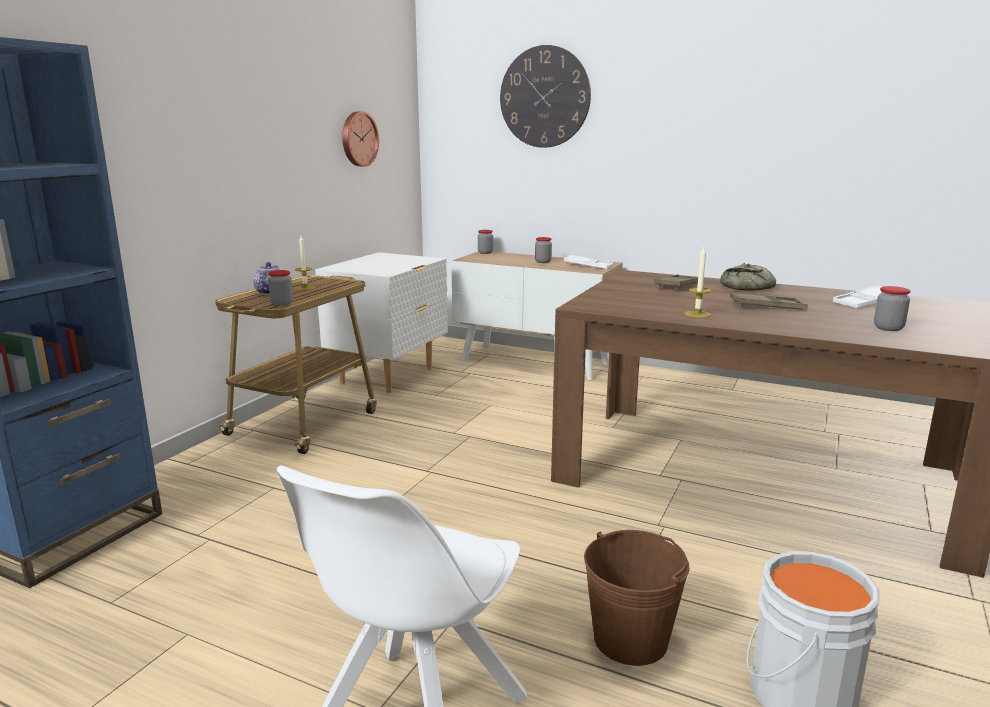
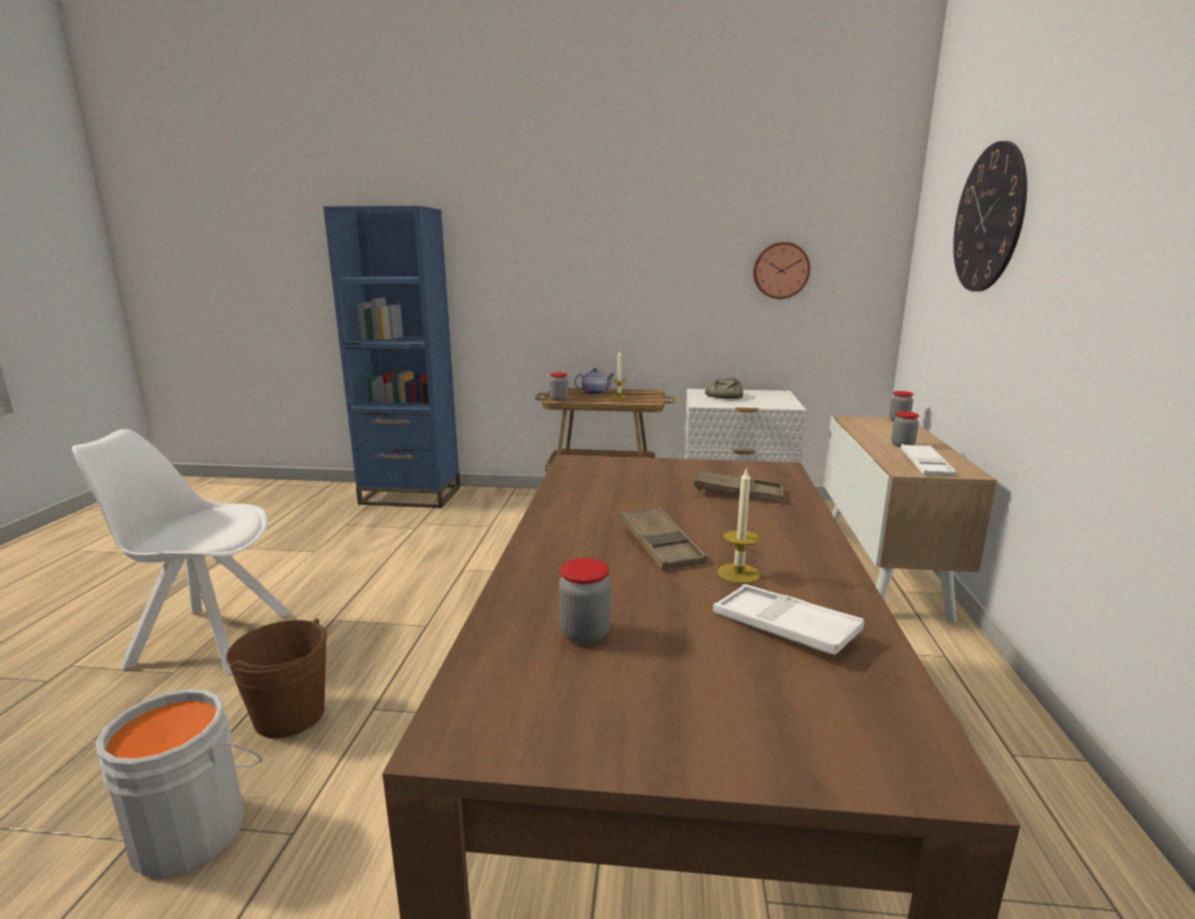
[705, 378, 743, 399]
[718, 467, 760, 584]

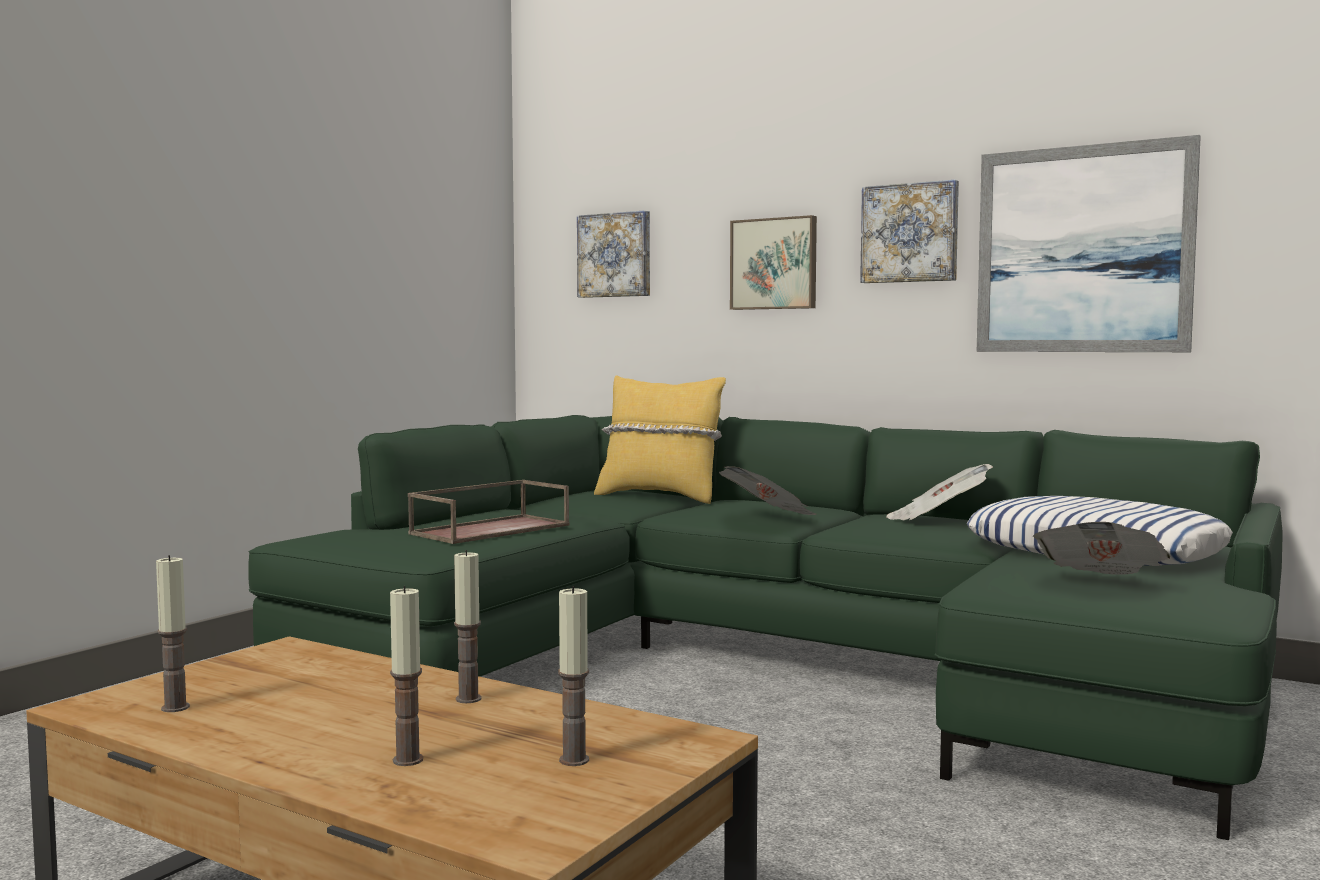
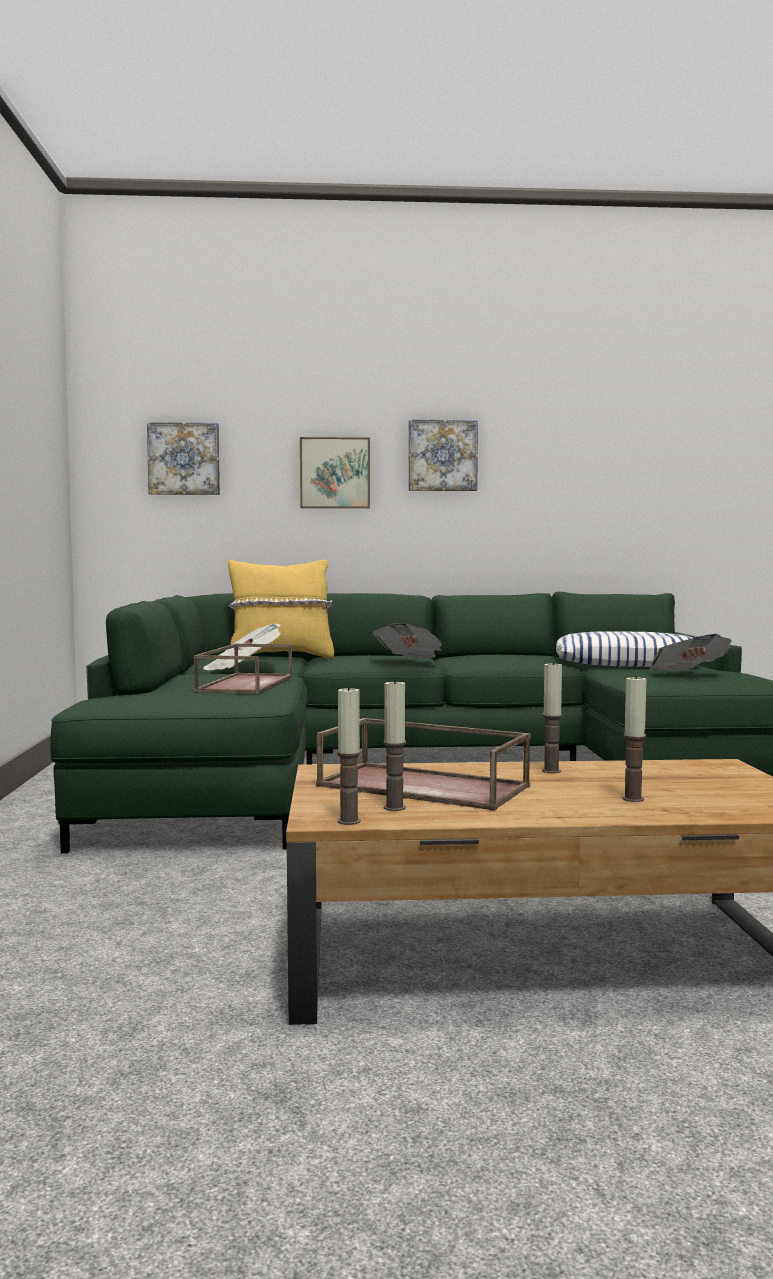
[203, 624, 281, 670]
[316, 718, 531, 810]
[337, 686, 361, 825]
[977, 135, 1201, 352] (first image)

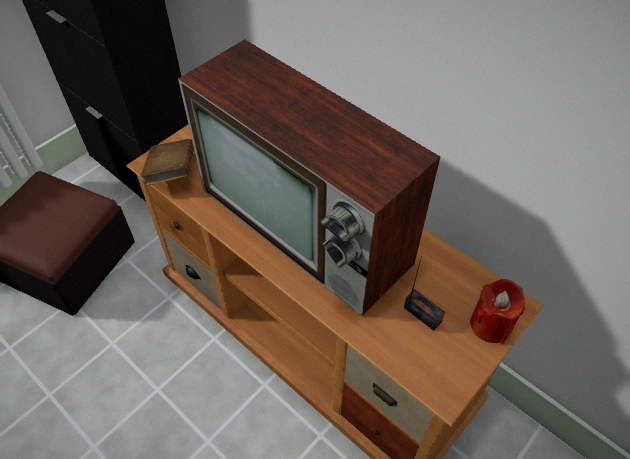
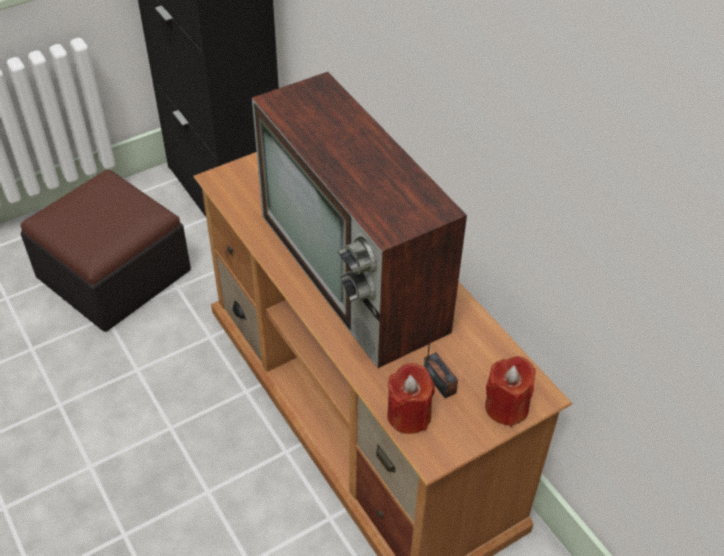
[387, 363, 435, 434]
[140, 139, 194, 185] (first image)

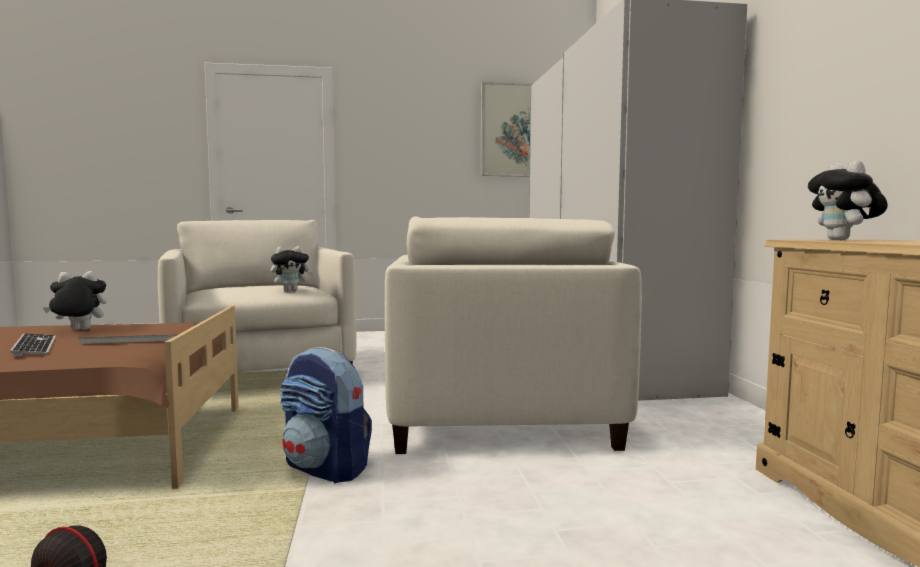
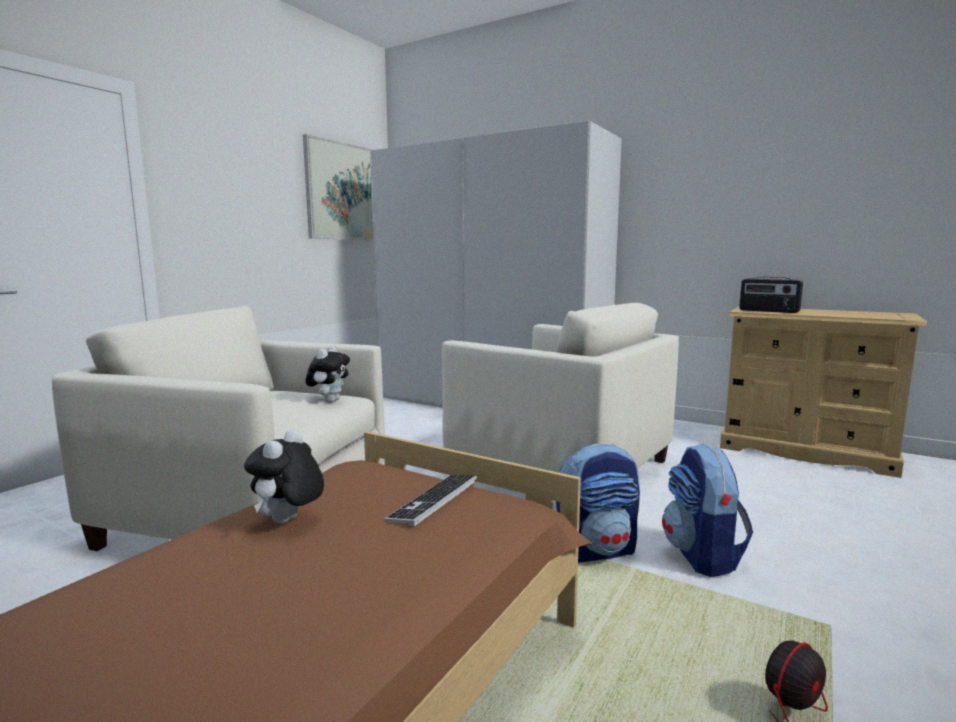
[662, 444, 753, 577]
[739, 277, 803, 313]
[10, 334, 56, 357] (first image)

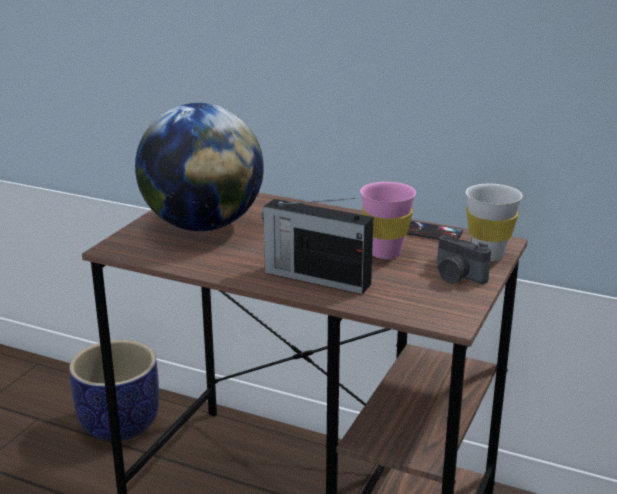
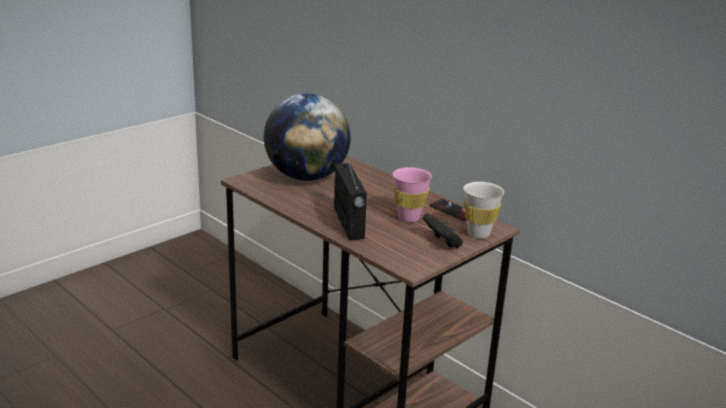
[334, 156, 367, 241]
[423, 213, 463, 248]
[69, 340, 159, 441] (first image)

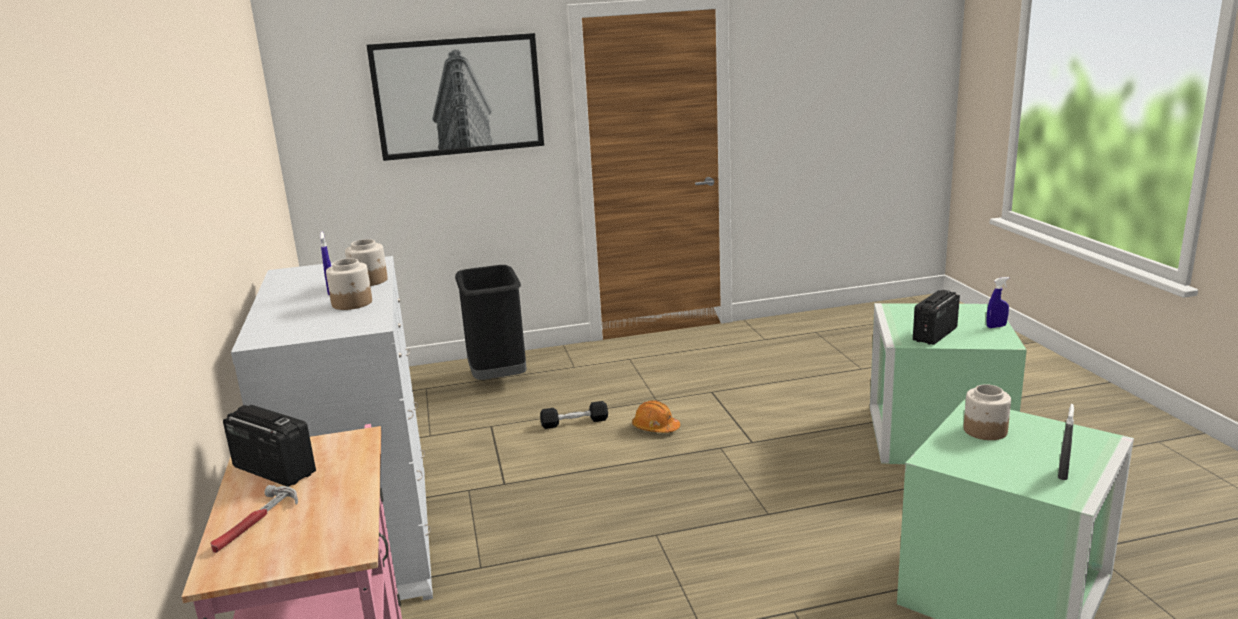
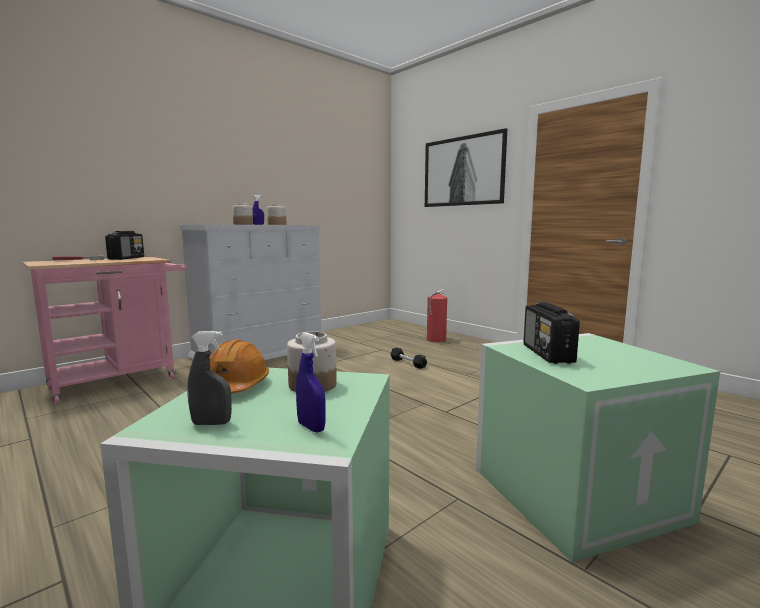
[210, 339, 269, 394]
[296, 332, 326, 433]
[427, 289, 447, 342]
[523, 302, 580, 364]

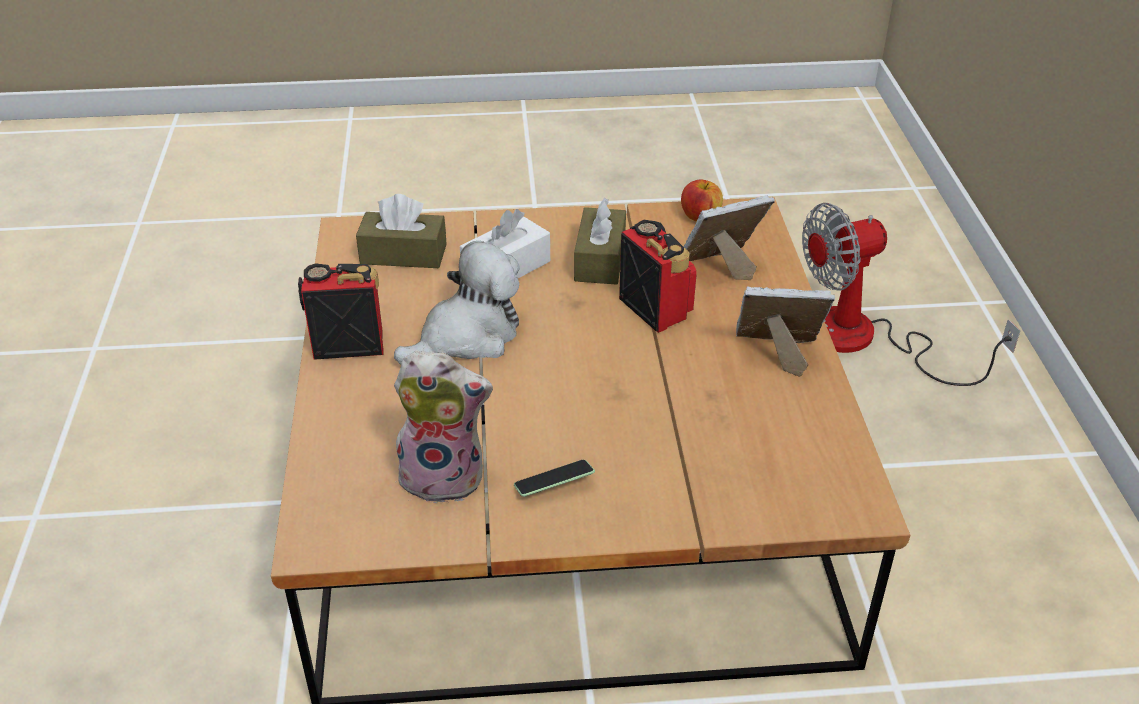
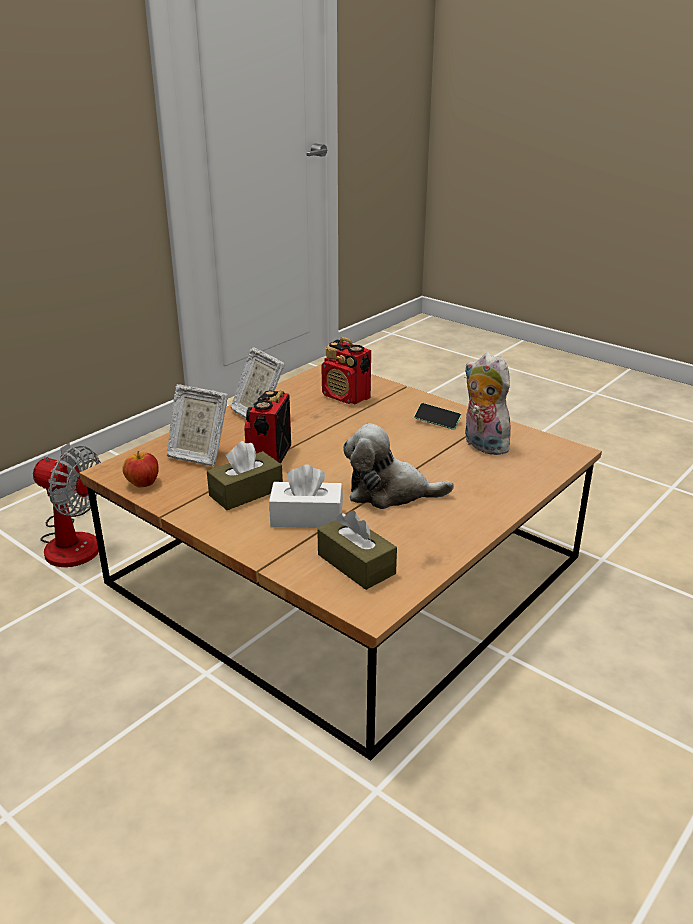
[321, 337, 371, 404]

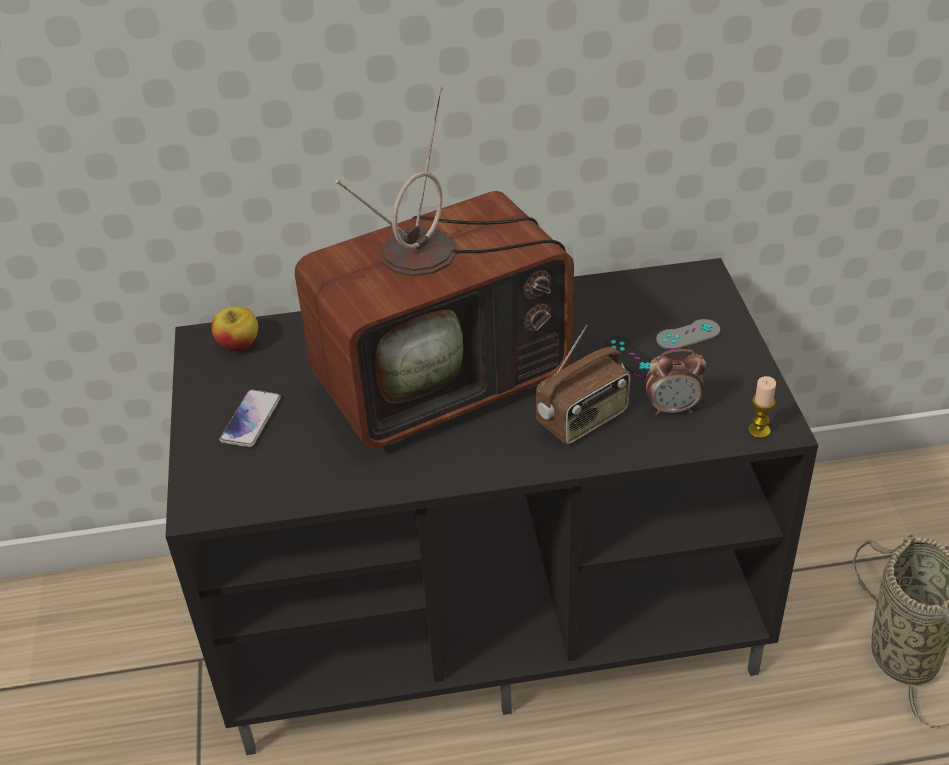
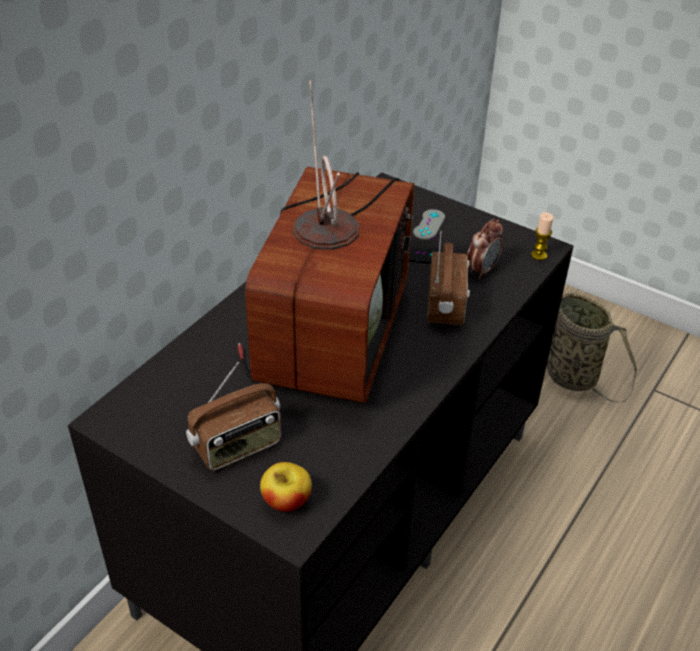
[186, 362, 281, 471]
[260, 462, 312, 512]

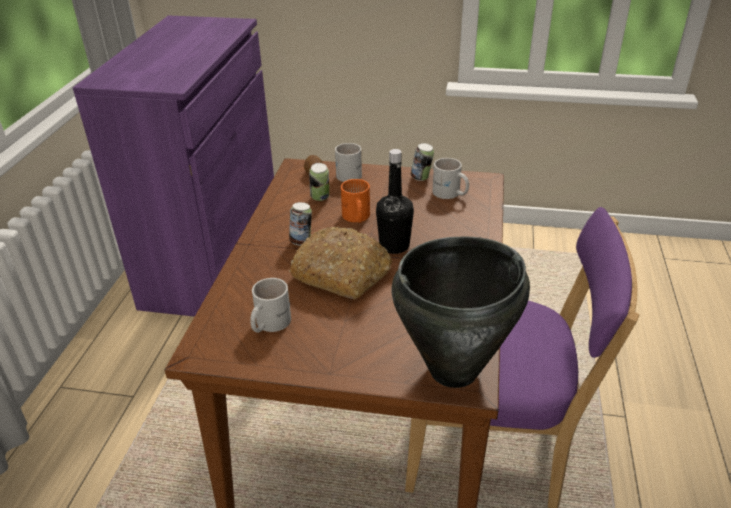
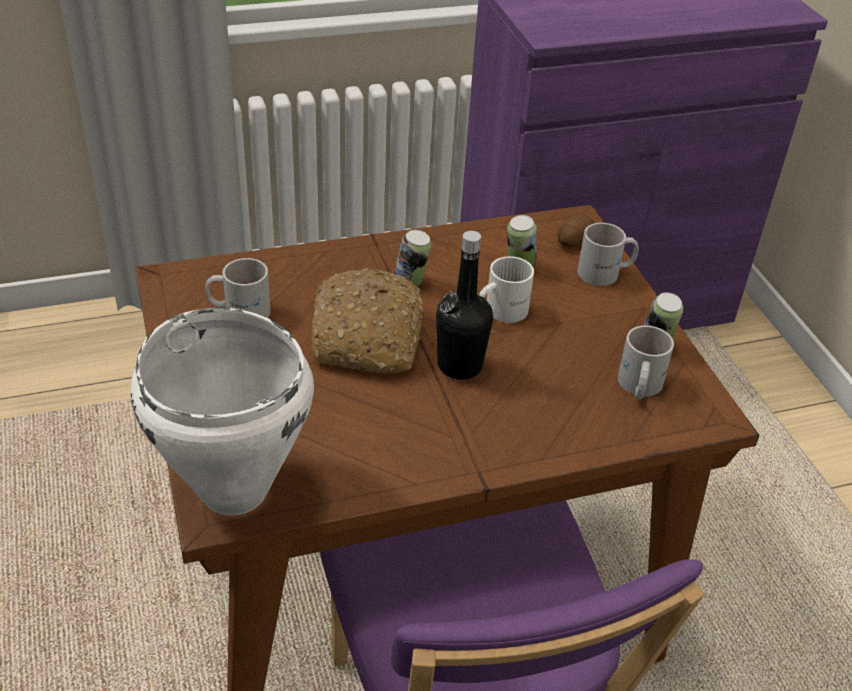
[131, 307, 314, 516]
[479, 256, 534, 323]

